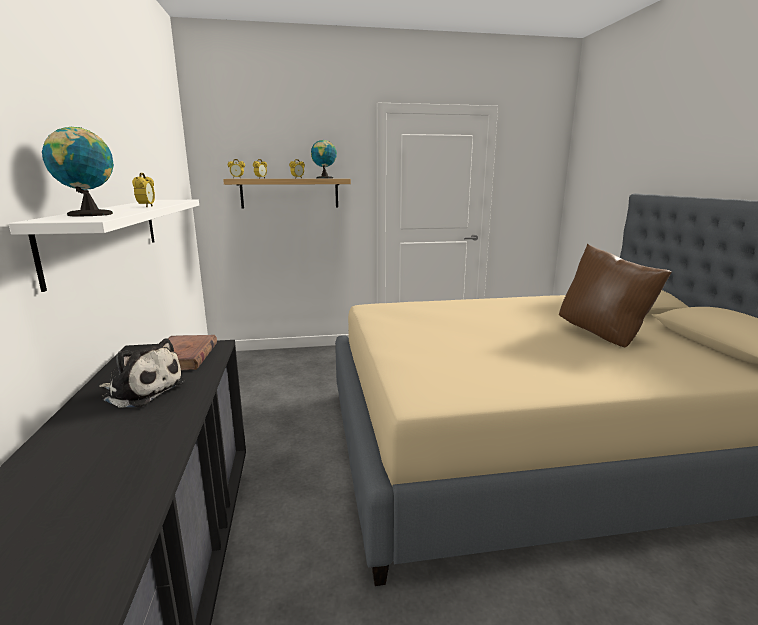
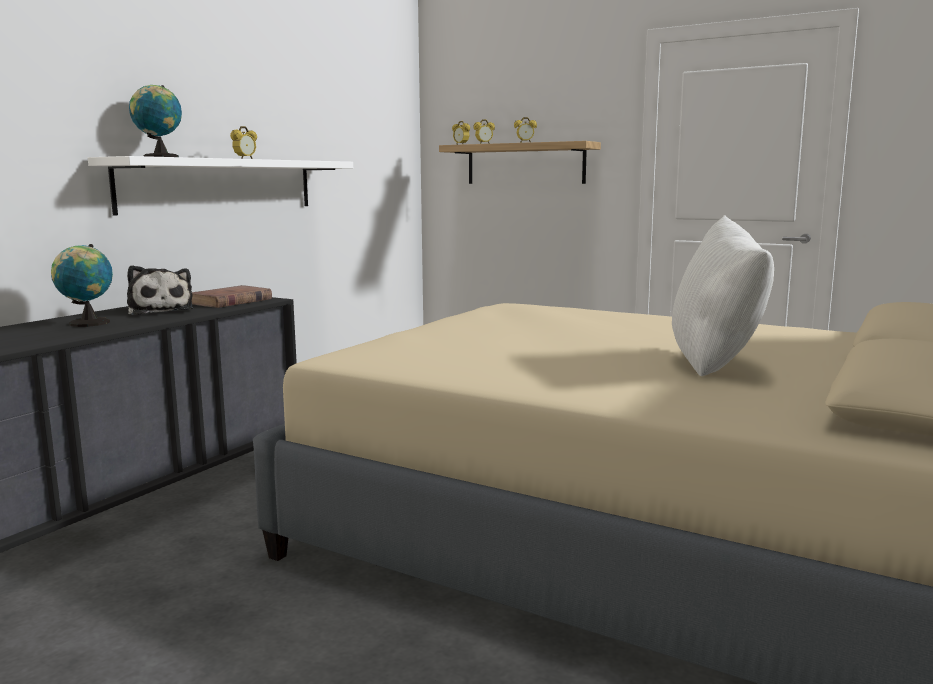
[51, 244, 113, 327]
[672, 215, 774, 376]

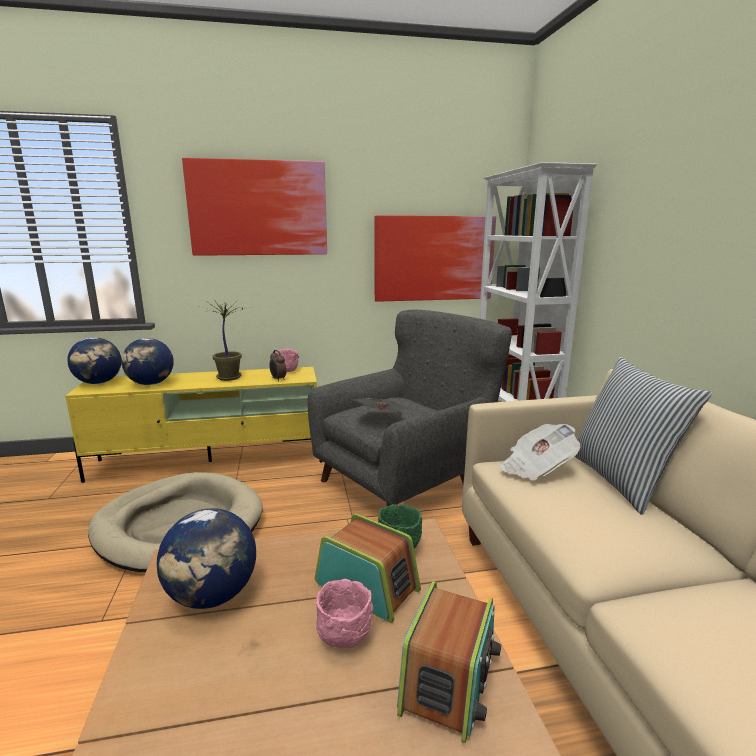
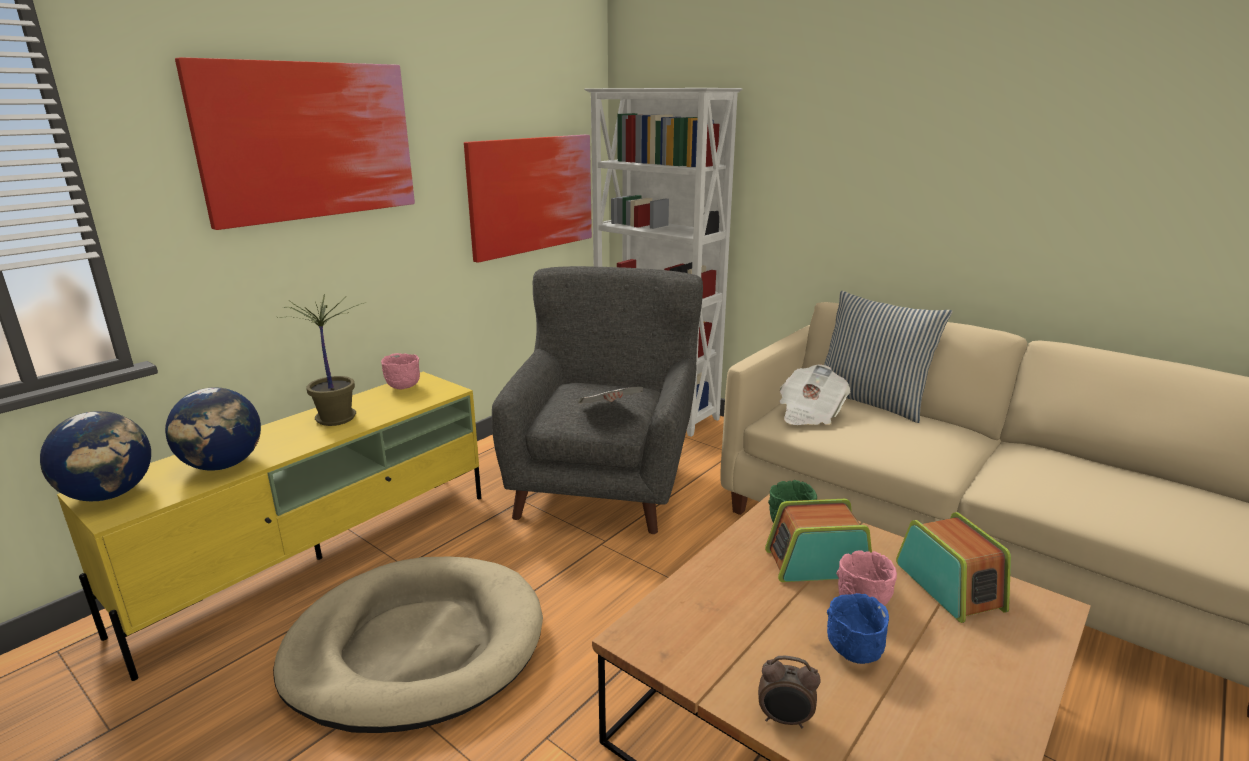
[758, 656, 821, 729]
[827, 593, 889, 664]
[157, 508, 256, 609] (first image)

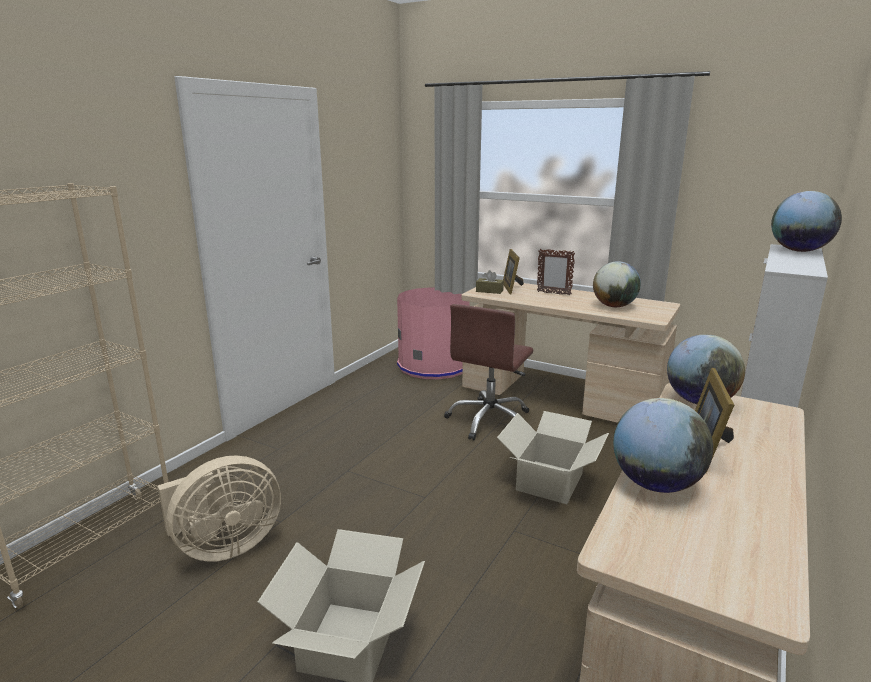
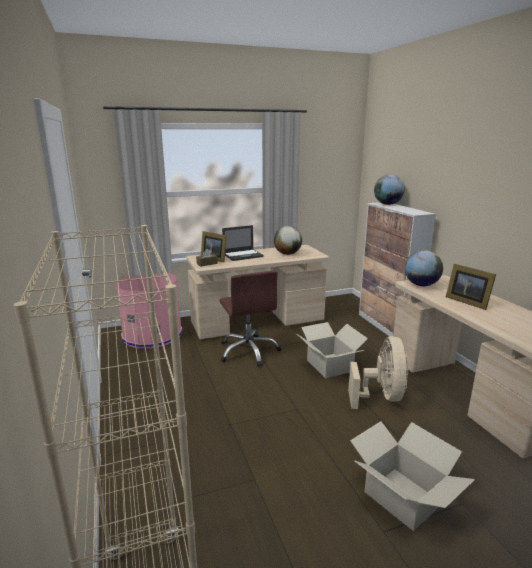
[222, 225, 264, 261]
[348, 336, 408, 409]
[613, 398, 713, 493] (first image)

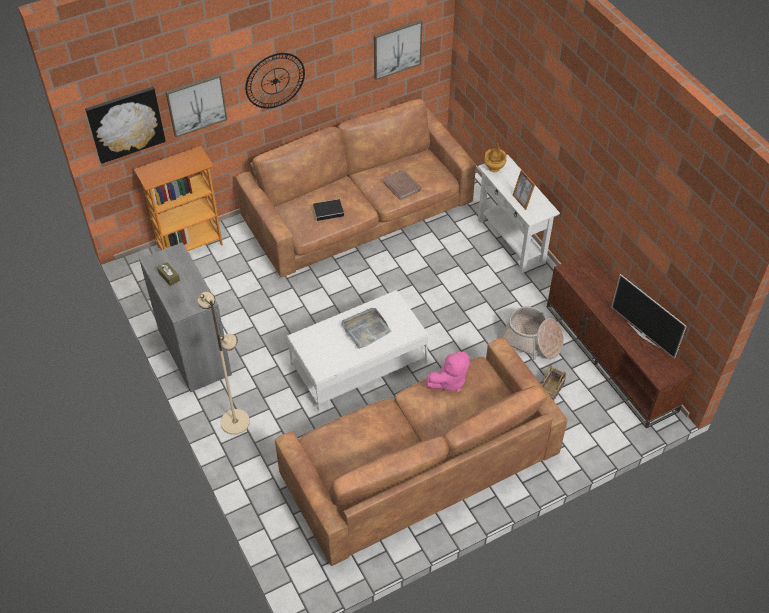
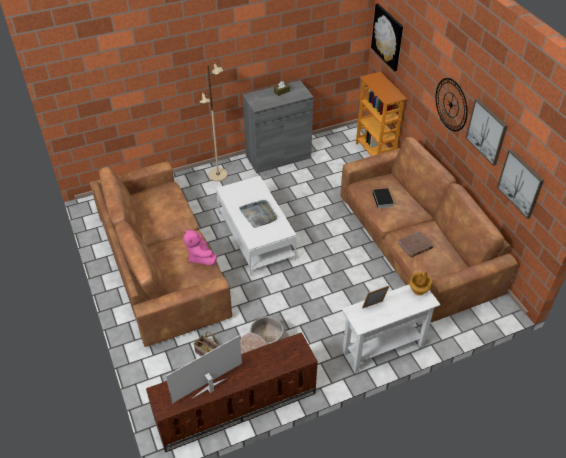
[465, 98, 507, 166]

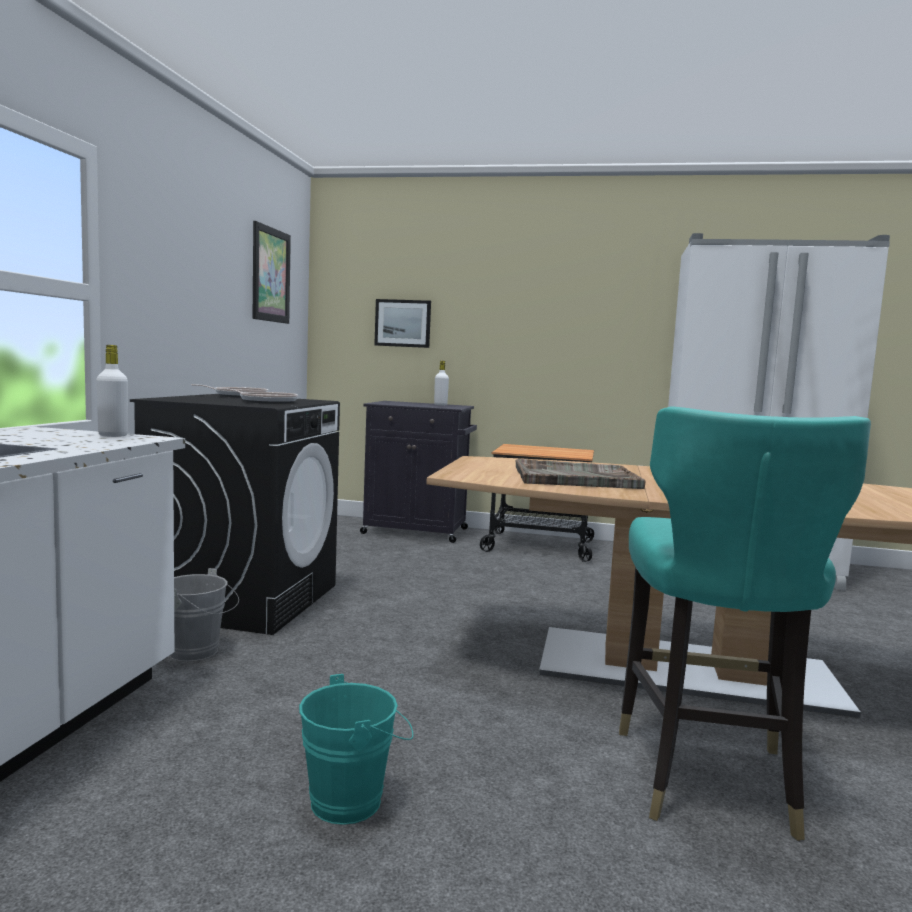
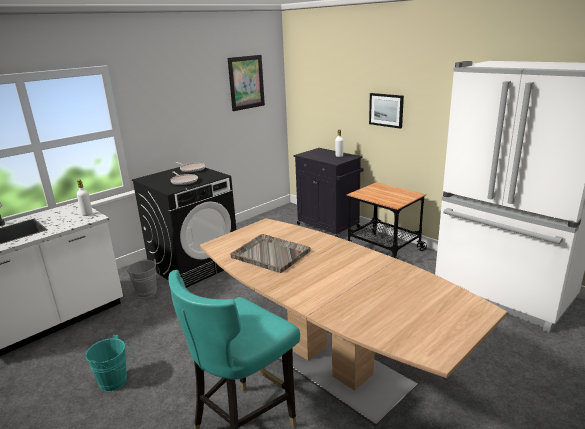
[369, 93, 404, 129]

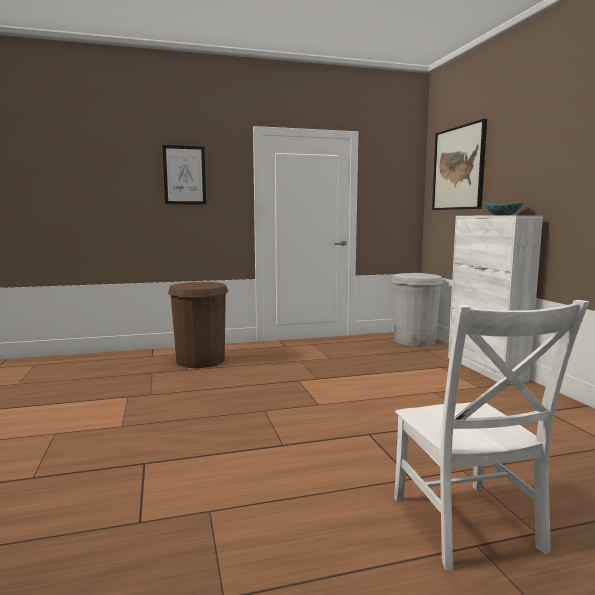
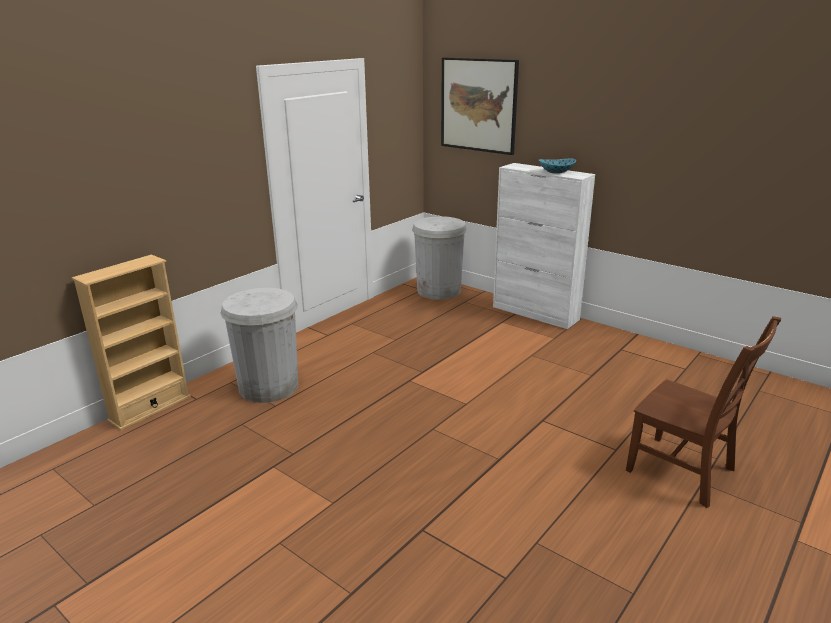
[72, 255, 191, 430]
[220, 288, 299, 403]
[626, 316, 781, 508]
[162, 145, 206, 205] (first image)

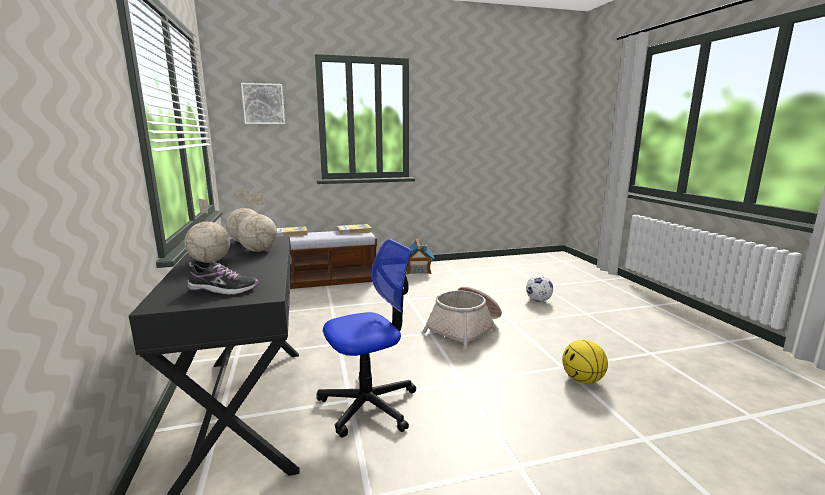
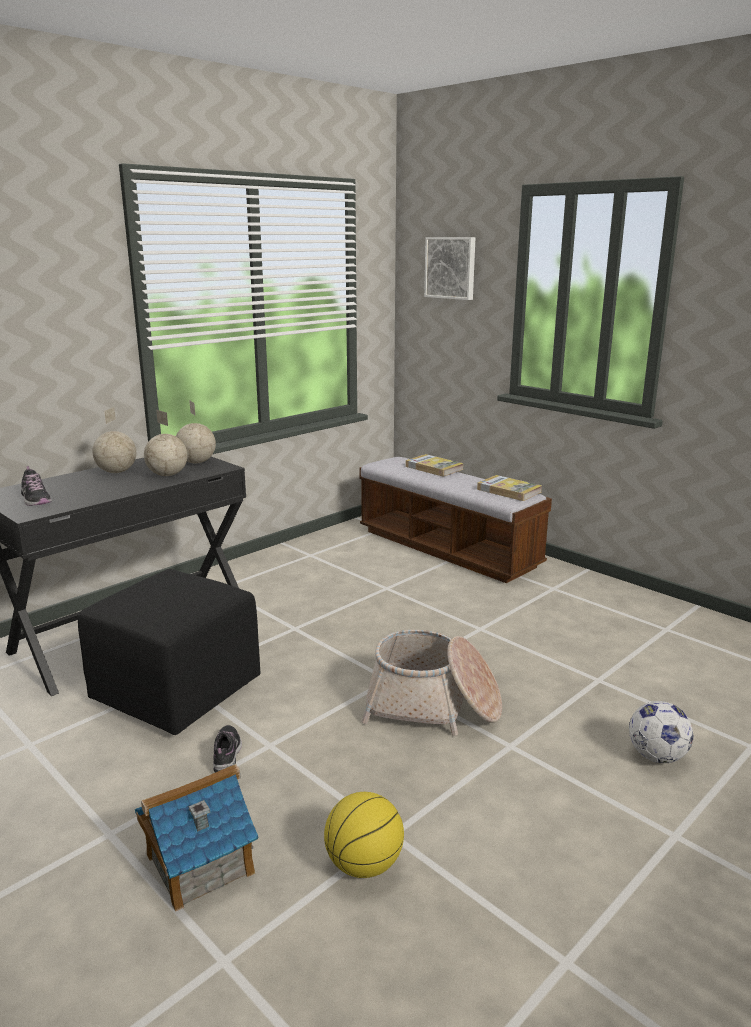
[78, 569, 261, 735]
[135, 764, 258, 912]
[213, 725, 242, 773]

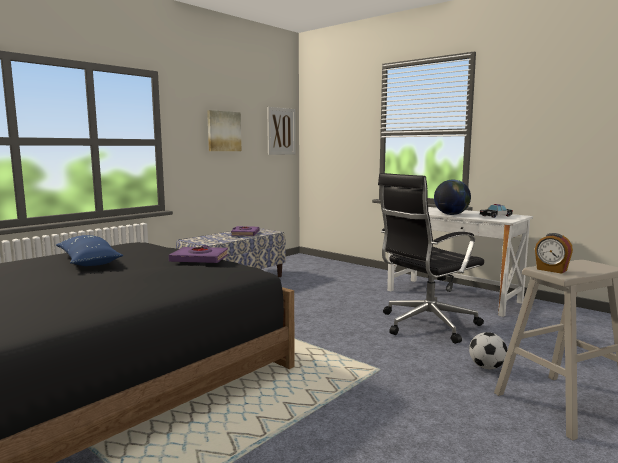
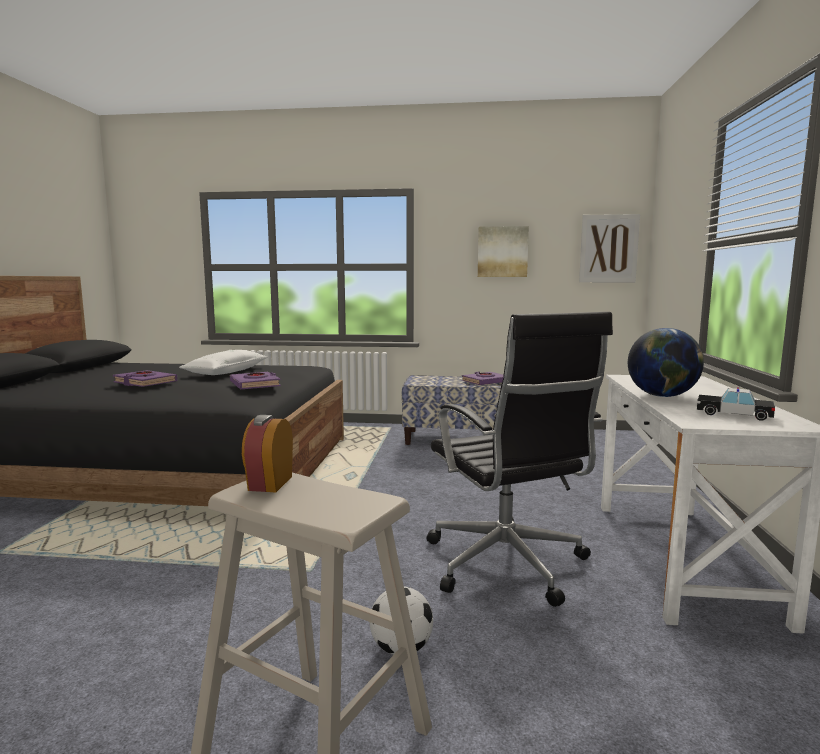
[113, 370, 177, 387]
[179, 350, 268, 375]
[427, 312, 613, 607]

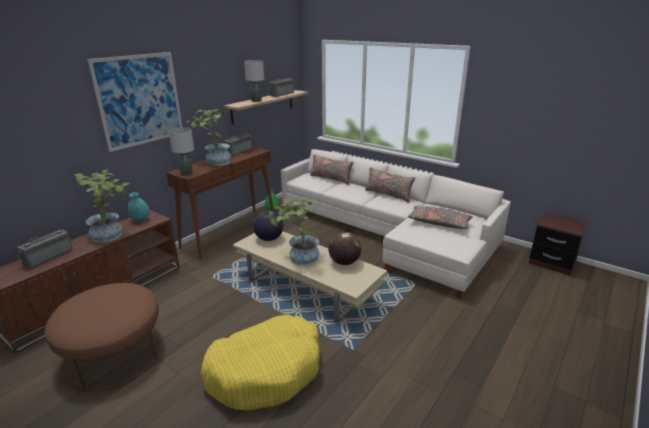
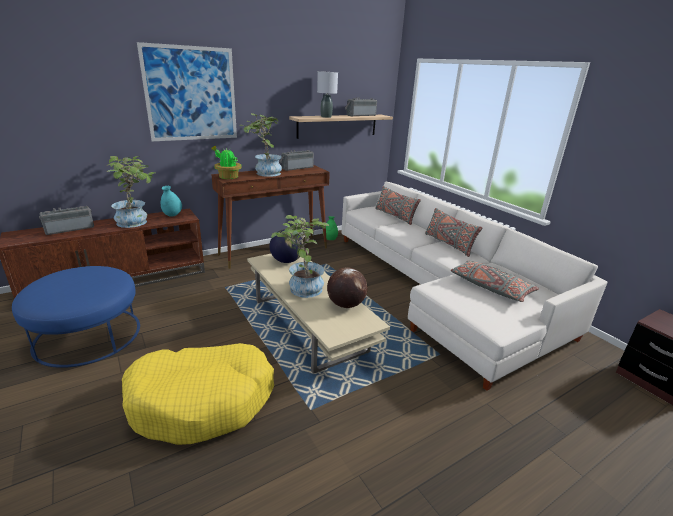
[12, 266, 140, 368]
[211, 145, 242, 179]

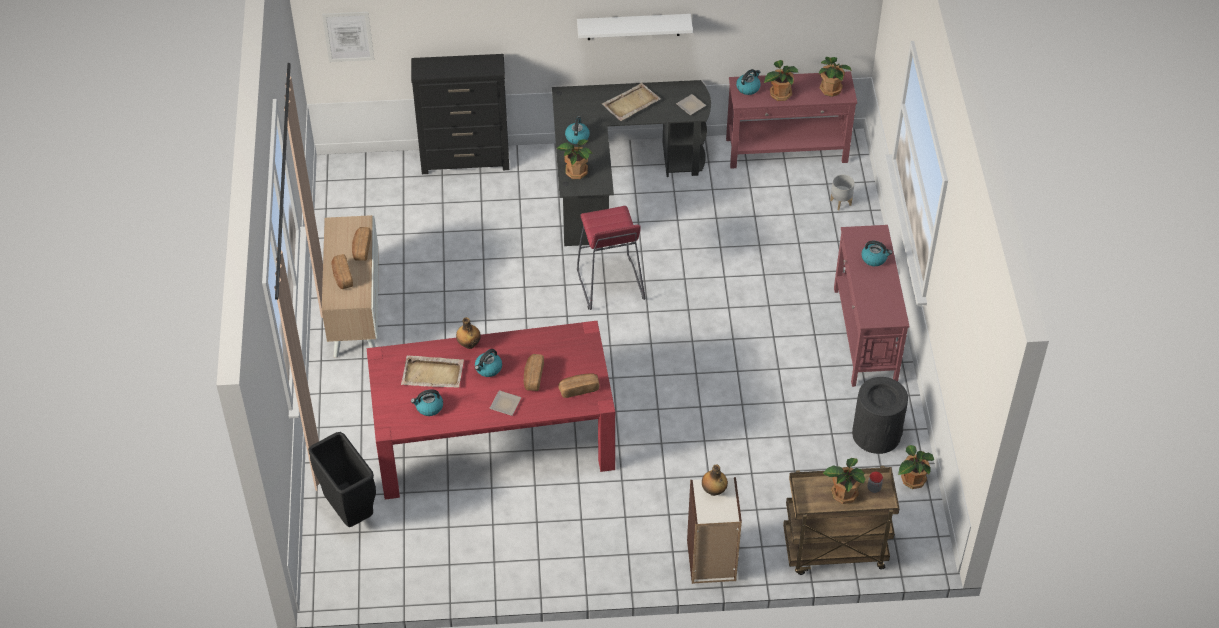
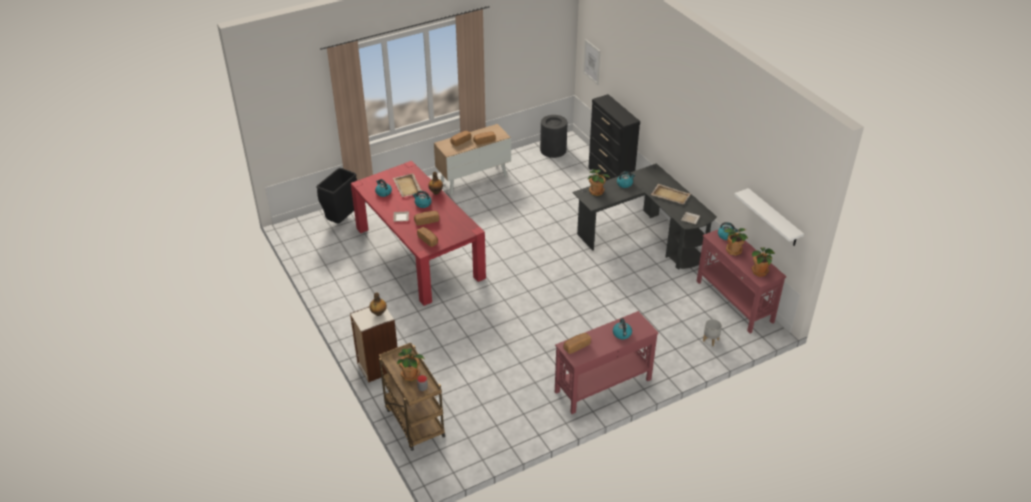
[540, 115, 567, 158]
[563, 333, 591, 354]
[734, 188, 804, 246]
[577, 206, 645, 310] (first image)
[898, 445, 934, 489] (first image)

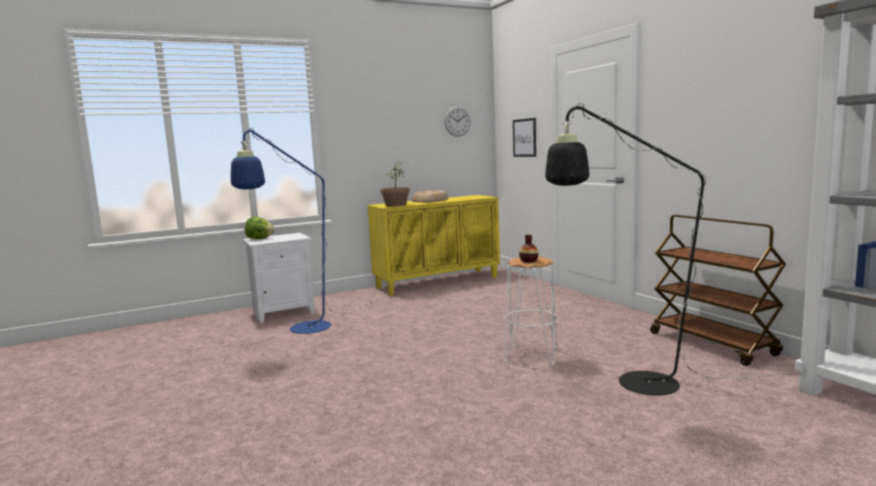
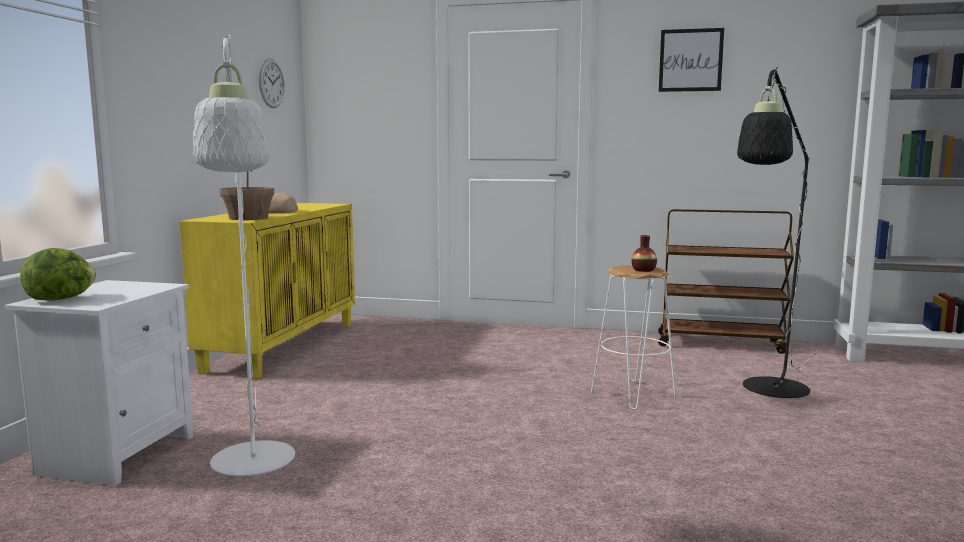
[193, 34, 295, 476]
[659, 28, 724, 92]

